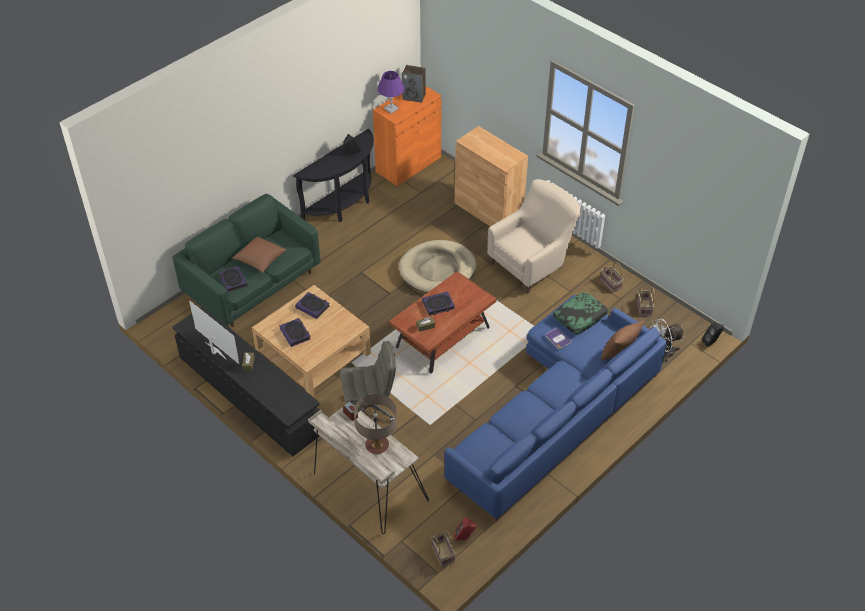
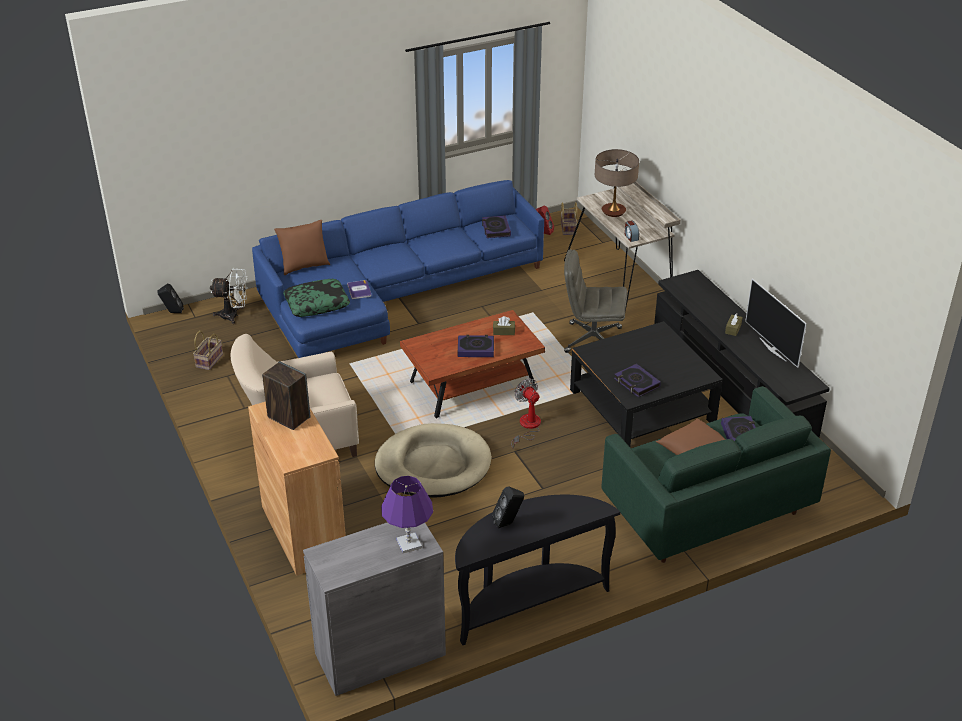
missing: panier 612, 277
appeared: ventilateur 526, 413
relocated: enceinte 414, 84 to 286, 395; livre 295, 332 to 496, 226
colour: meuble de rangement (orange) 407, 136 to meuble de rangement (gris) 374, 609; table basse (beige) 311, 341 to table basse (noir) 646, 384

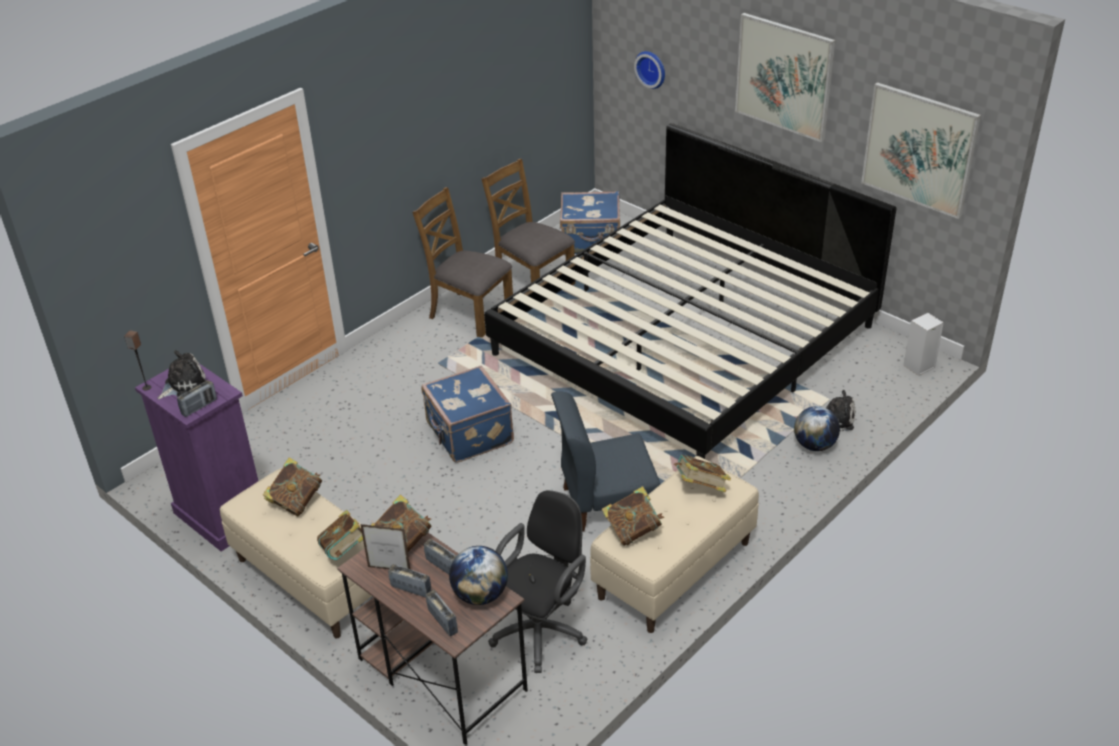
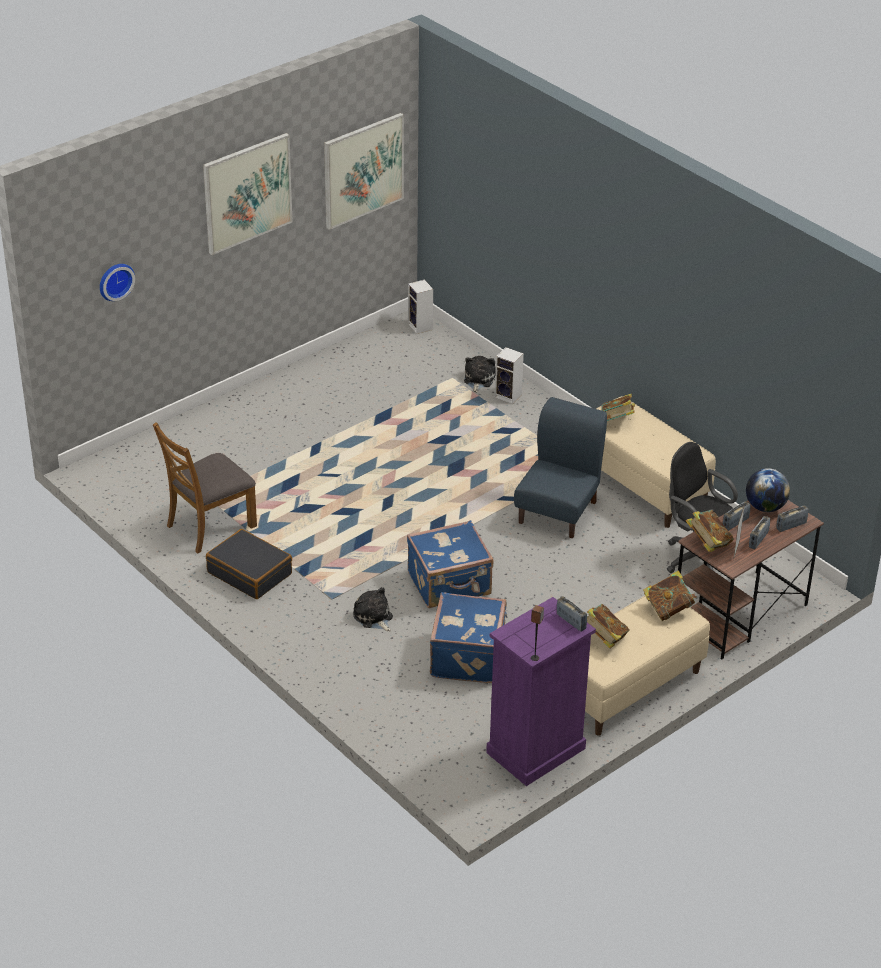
missing: lit 690, 291; livre 633, 516
relocated: peluche 182, 375 to 373, 609; valise (bleu) 590, 223 to 469, 637
exchanged: chaise (marron) 462, 262 to valise (noir) 249, 564; globe 817, 428 to enceinte 509, 375
spun: chaise (bleu) 605, 462 = 560, 467 150 degrees counterclockwise

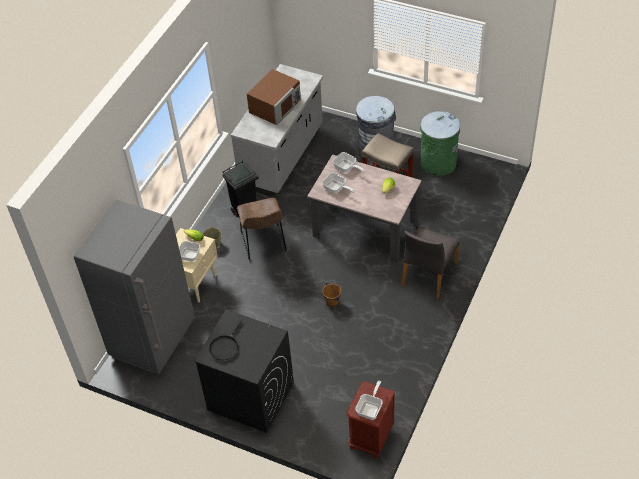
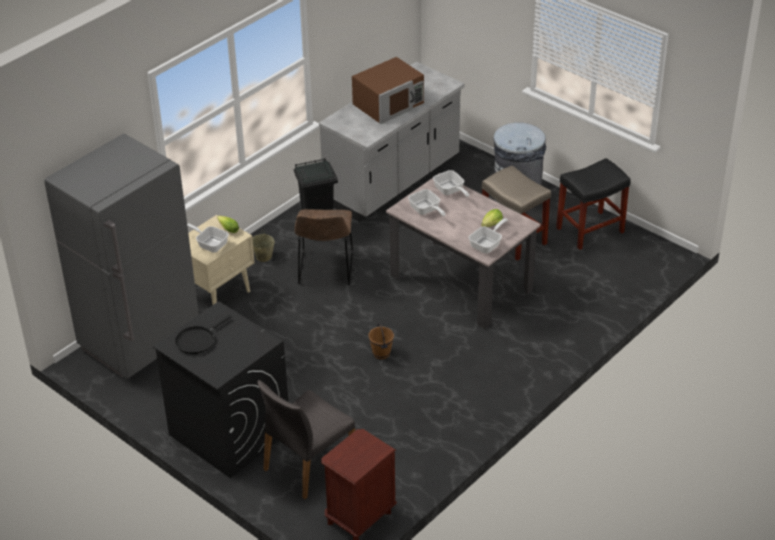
relocated: chaise (gris) 430, 262 to 306, 439; poêle 369, 400 to 488, 236
exchanged: poubelle (vert) 440, 143 to tabouret (noir) 593, 204

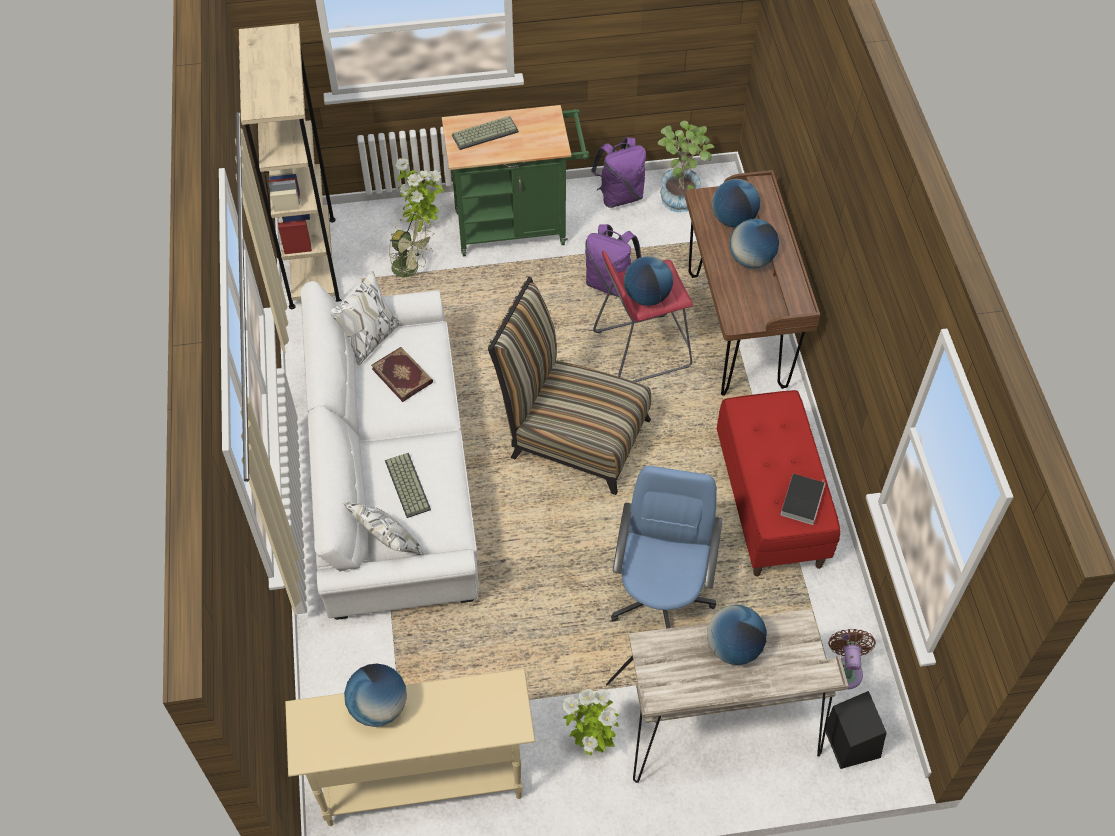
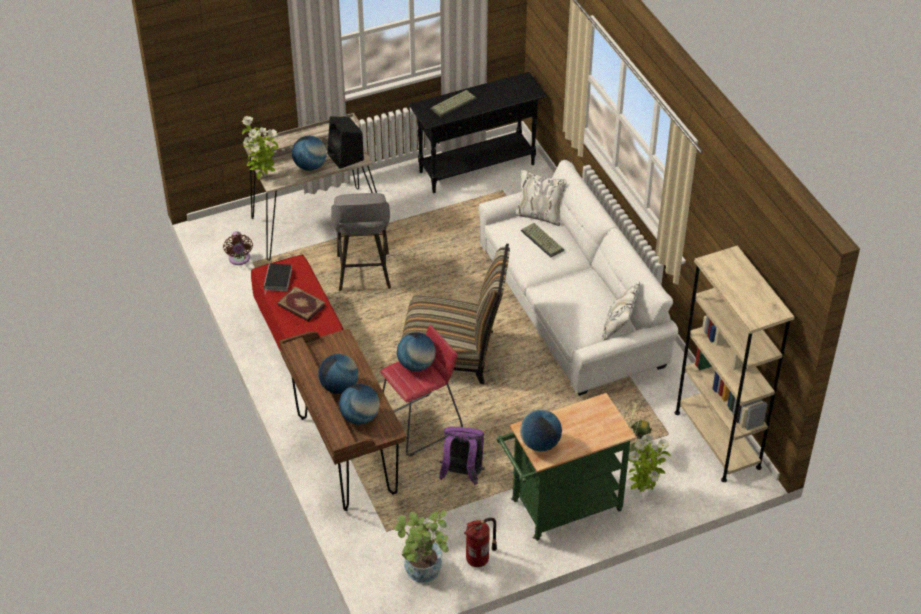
relocated: plante en pot 591, 722 to 260, 148; livre 402, 374 to 301, 304; enceinte (noir) 856, 730 to 345, 142; clavier 485, 133 to 453, 103; globe 375, 695 to 541, 430
exchanged: chaise de bureau (bleu) 667, 547 to tabouret (gris) 361, 242; sac à dos (violet) 618, 172 to extincteur 480, 542
colour: table console (beige) 410, 747 to table console (noir) 478, 132

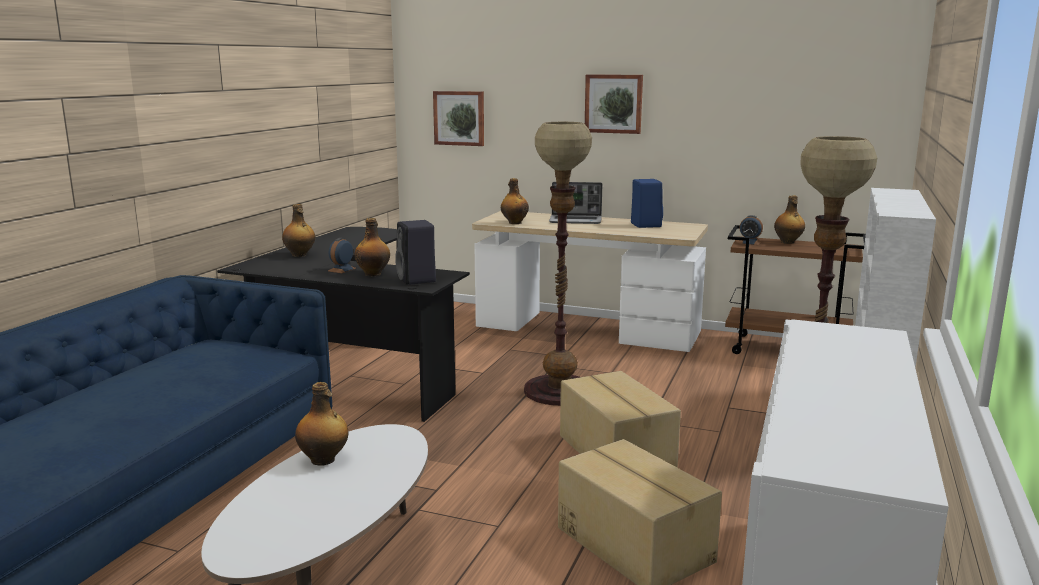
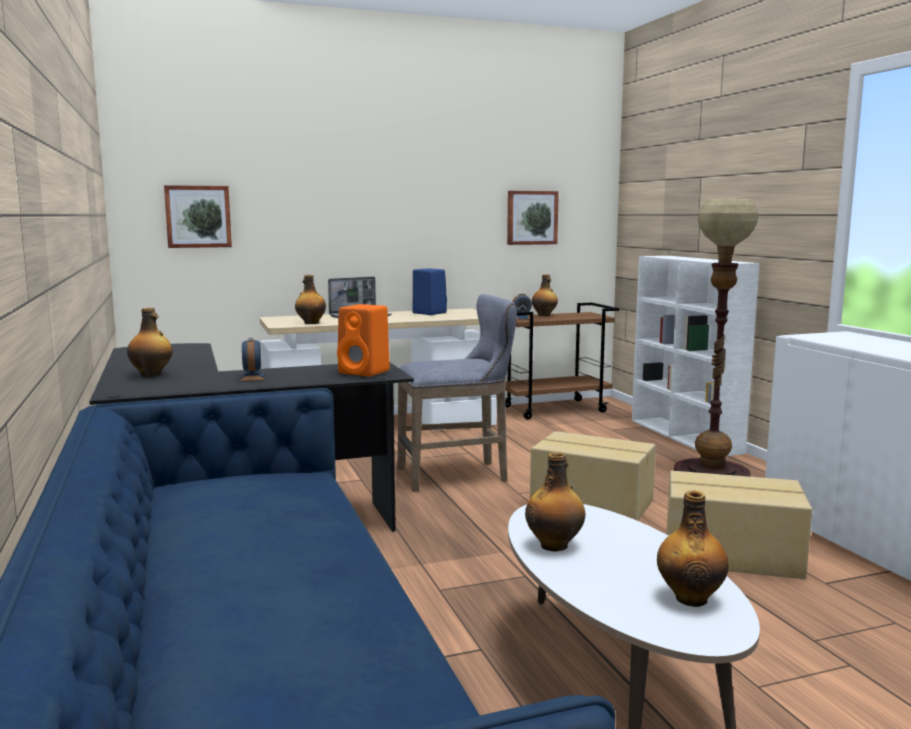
relocated: tableau 614, 104 to 533, 218; bouteille 372, 247 to 693, 549
exchanged: lampadaire 558, 264 to tabouret (gris) 457, 393
colour: enceinte (noir) 415, 252 to enceinte (orange) 363, 340

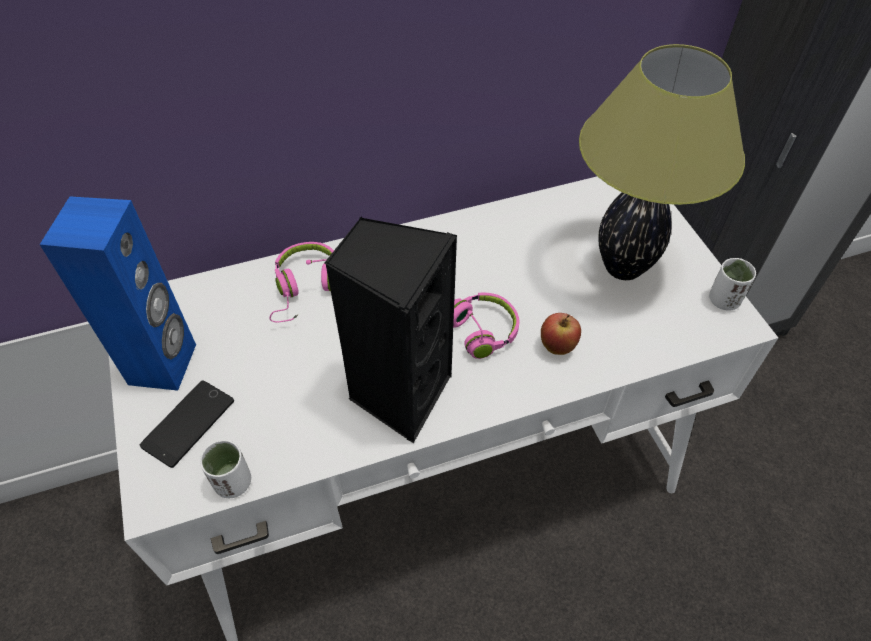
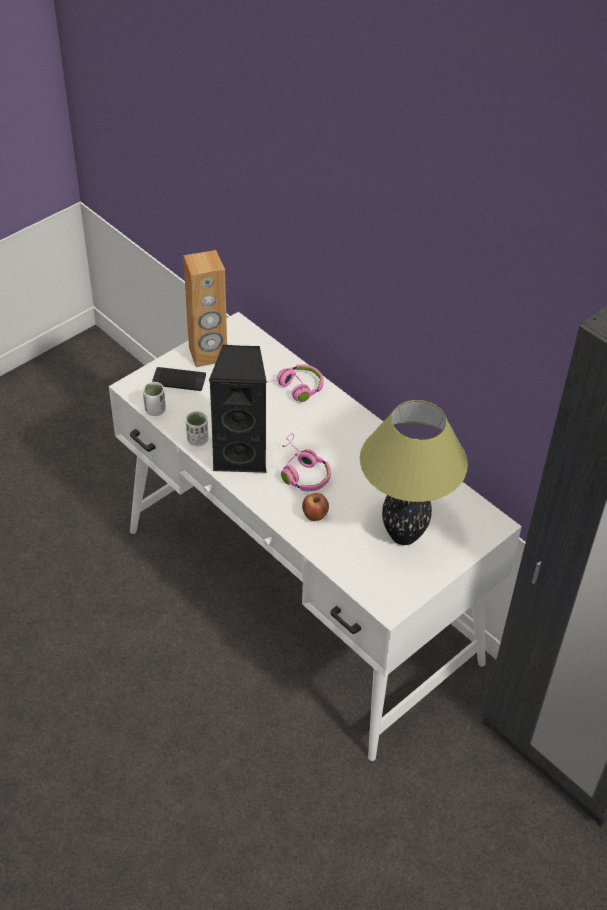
relocated: tasse (blanc) 732, 284 to 197, 428
colour: enceinte (bleu) 118, 293 to enceinte (marron) 205, 308

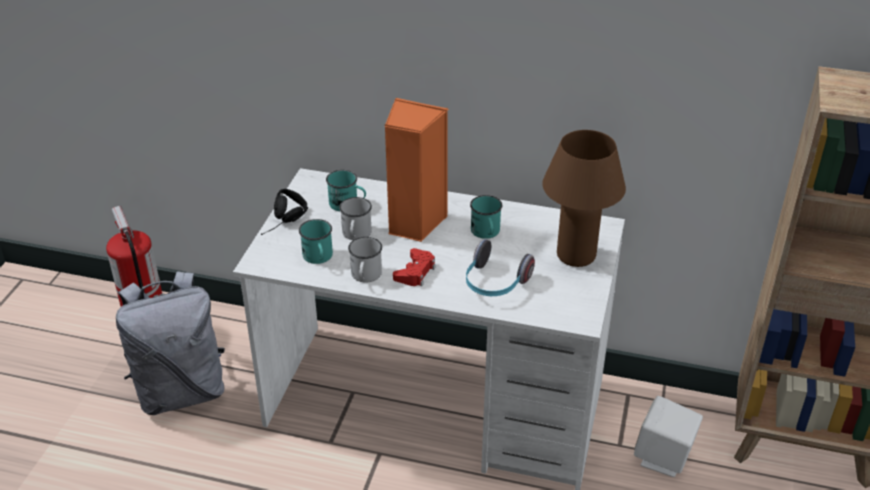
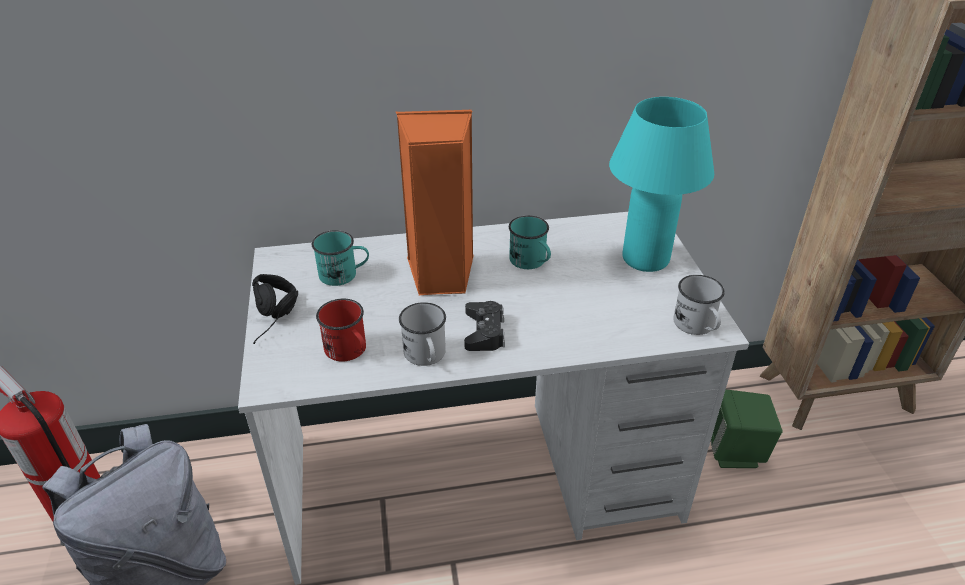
missing: casque audio 500, 267
relocated: mug (blanc) 355, 218 to 699, 305
colour: mug (turquoise) 316, 241 to mug (rouge) 341, 330; manette (rouge) 414, 267 to manette (noir) 484, 326; lampe de table (marron) 584, 198 to lampe de table (turquoise) 661, 184; enceinte (blanc) 668, 436 to enceinte (vert) 746, 429

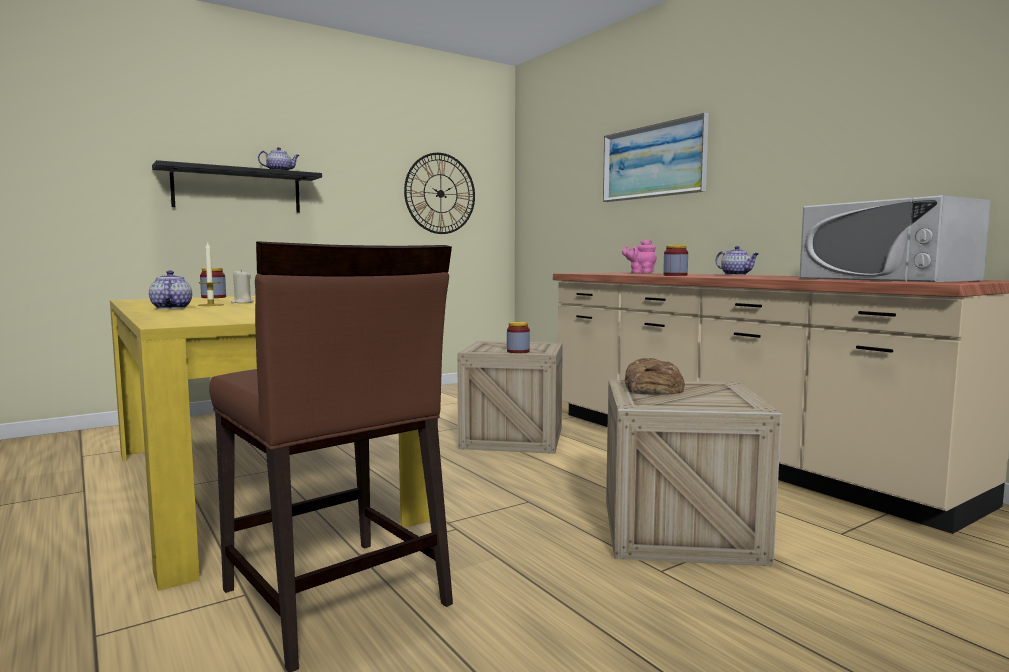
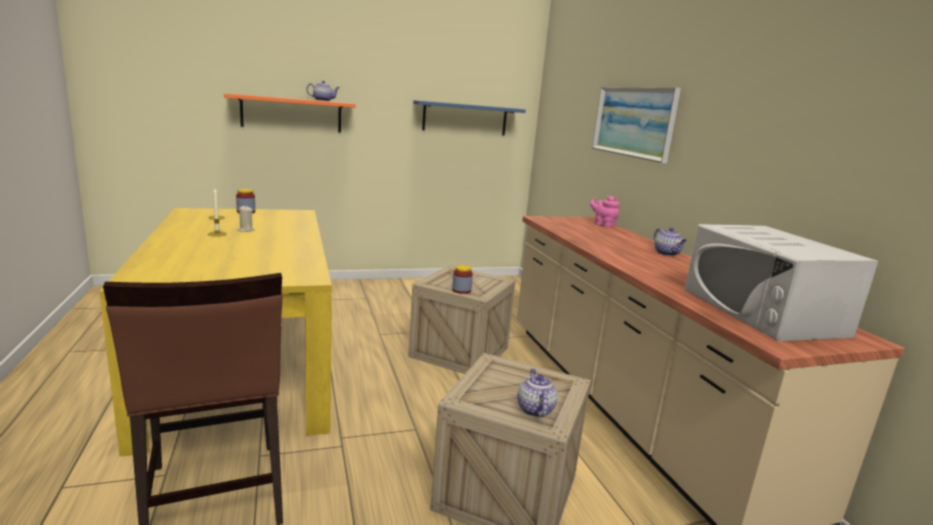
missing: pain 655, 376; bocal 675, 260
relocated: théière 170, 290 to 537, 393
exchanged: horloge murale 439, 193 to étagère (bleu) 469, 117
colour: étagère (noir) 237, 186 to étagère (orange) 289, 113

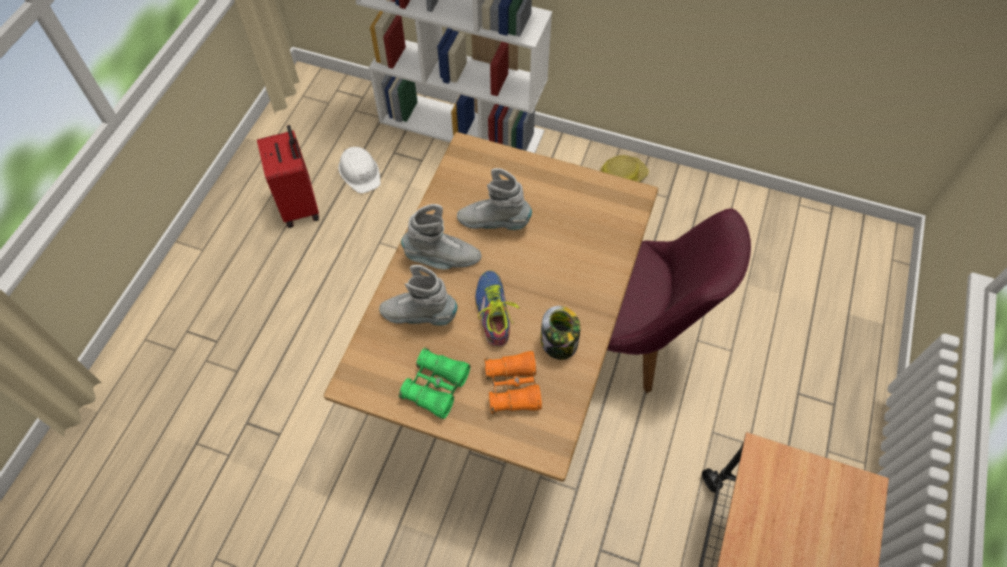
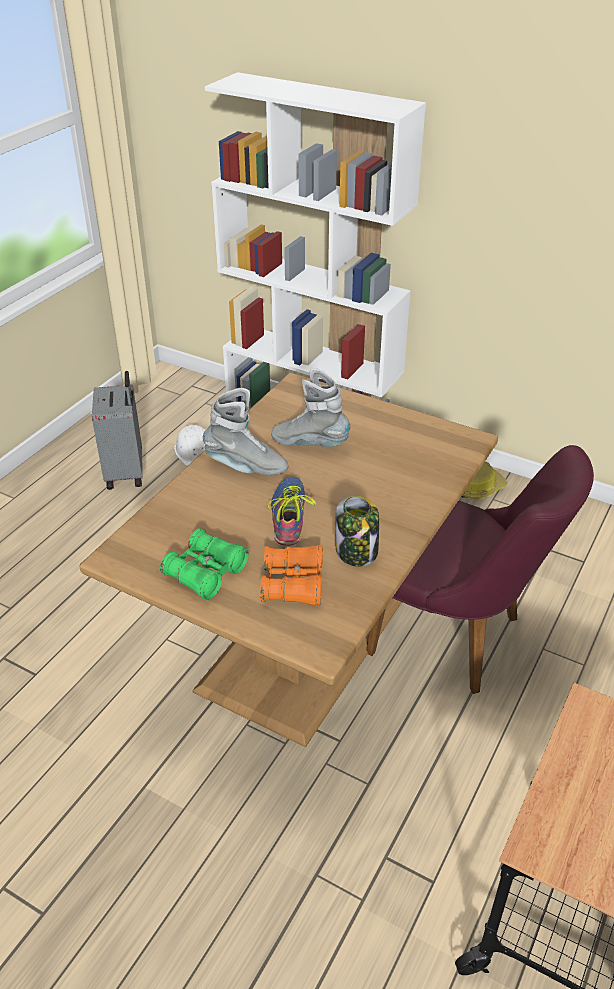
missing: botte (gris) 418, 295
colour: valise (rouge) 288, 176 to valise (gris) 117, 430

